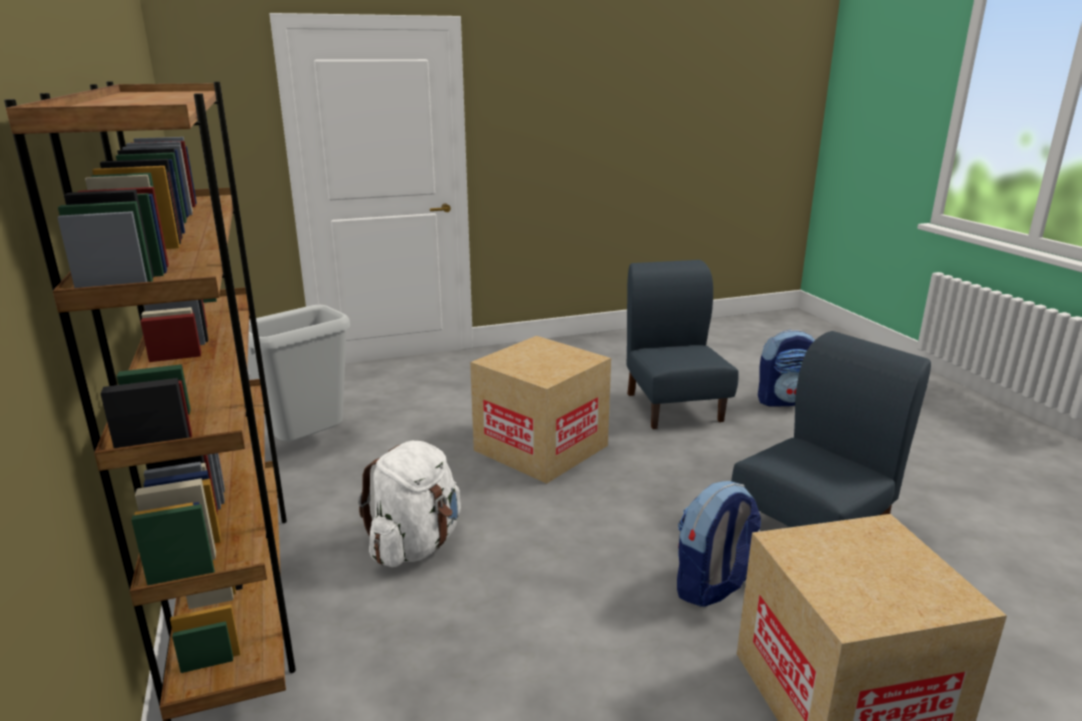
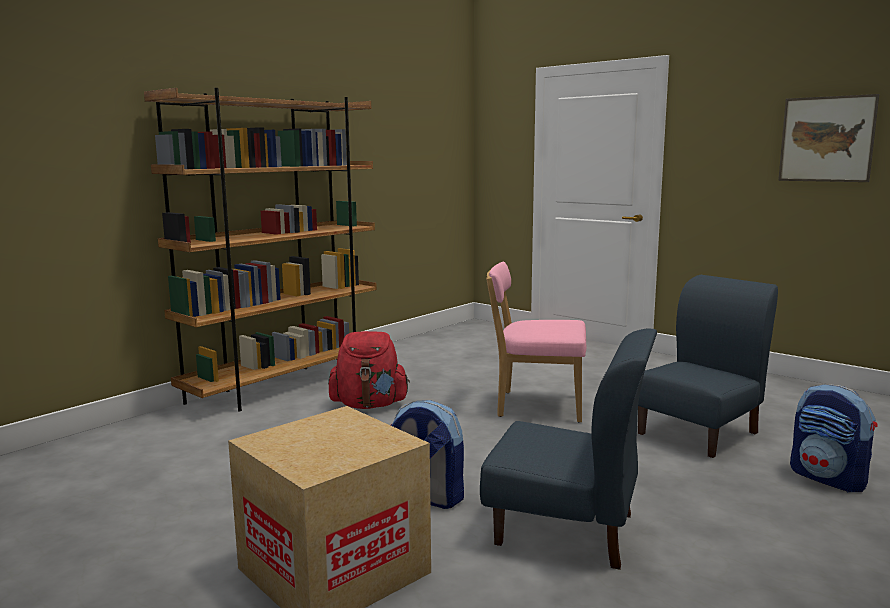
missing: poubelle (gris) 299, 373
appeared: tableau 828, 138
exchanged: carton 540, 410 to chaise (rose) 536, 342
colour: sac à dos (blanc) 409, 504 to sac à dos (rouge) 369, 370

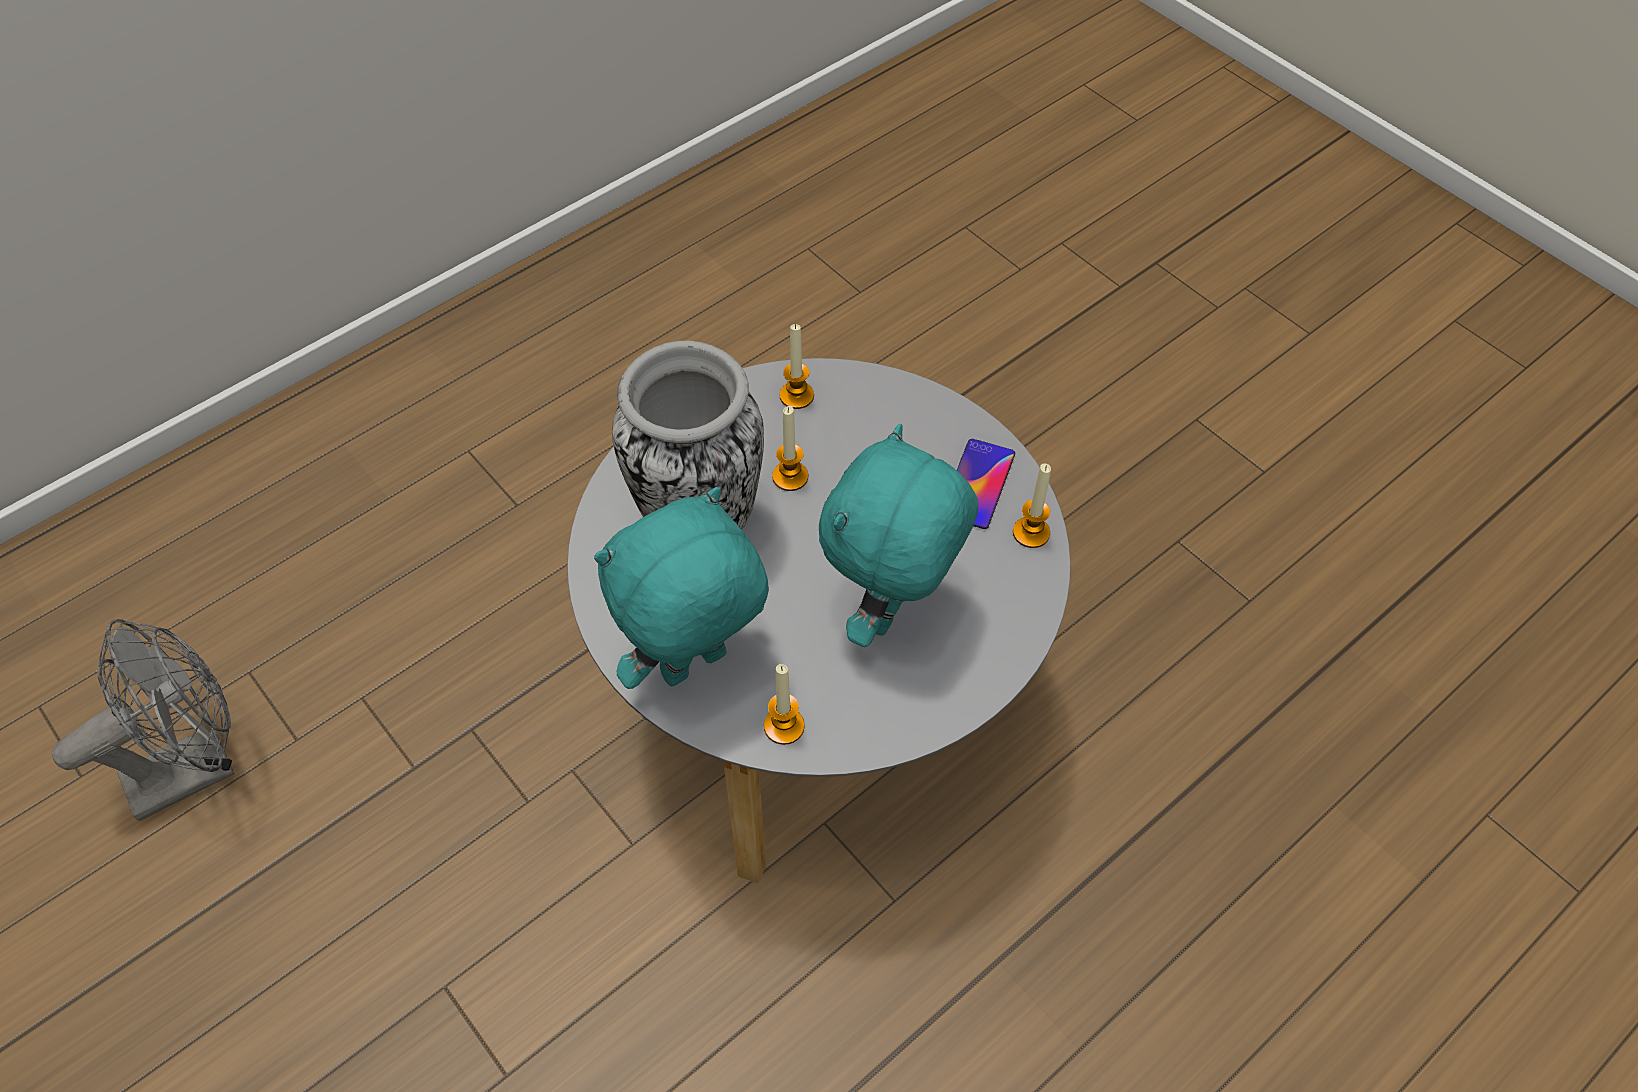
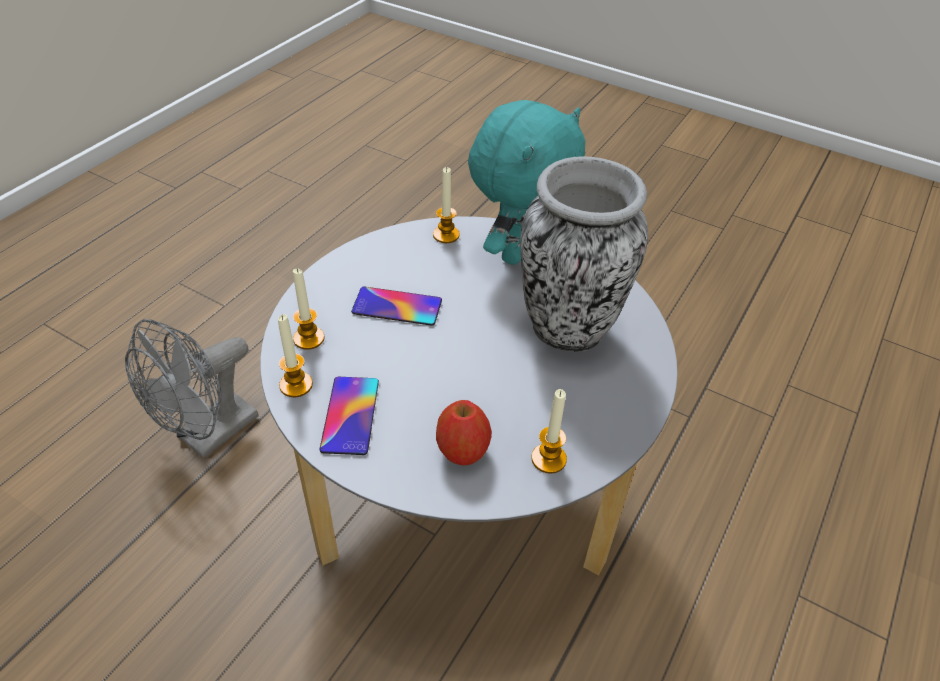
appeared: pomme 464, 433
relocated: ventilateur (gris) 143, 720 to 192, 388; bougie 790, 448 to 309, 309
exchanged: peluche (turquoise) 898, 535 to téléphone 396, 306

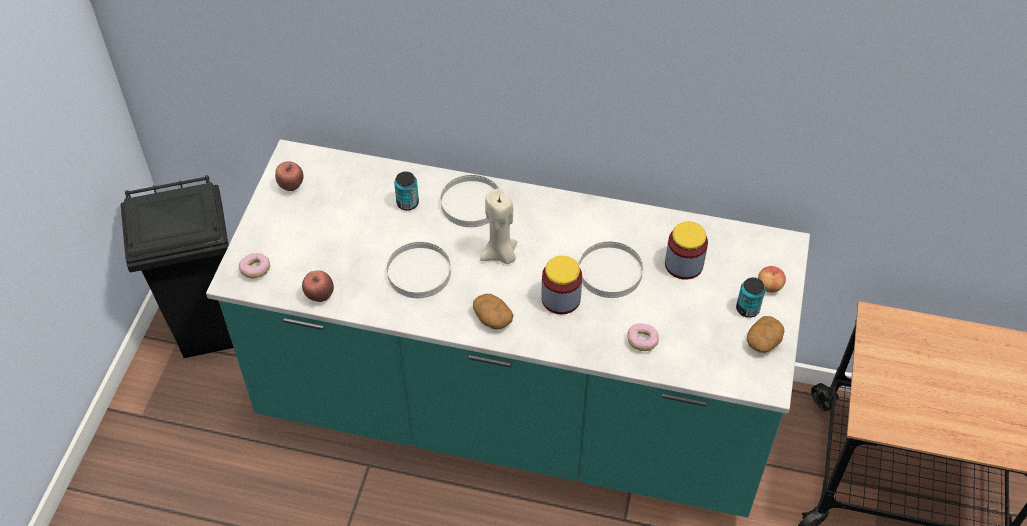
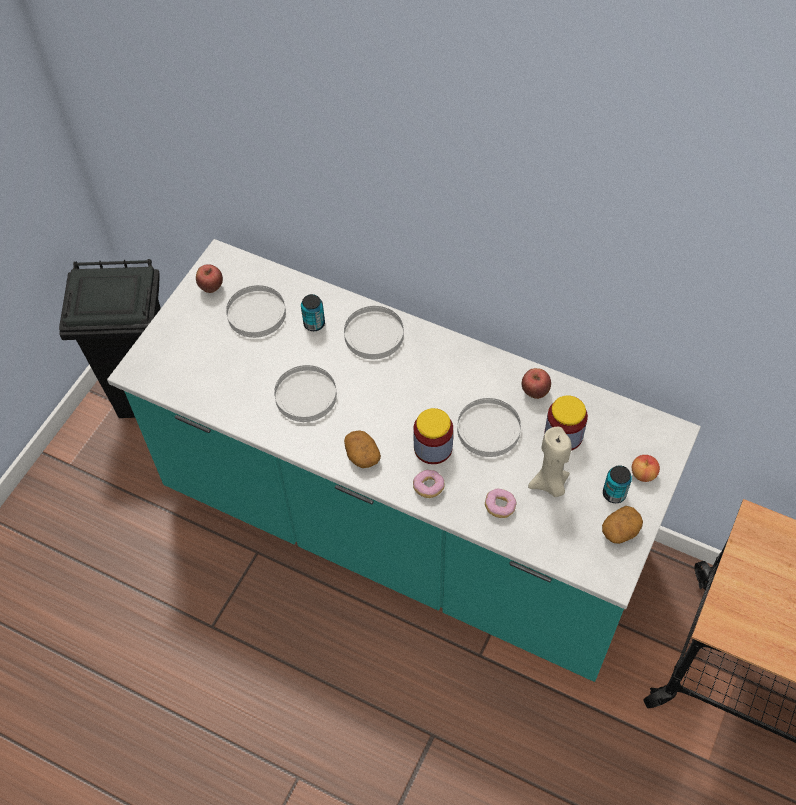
appeared: assiette (blanc) 256, 311
relocated: beignet 254, 266 to 429, 484; pomme 318, 286 to 536, 383; bougie (beige) 498, 226 to 550, 462

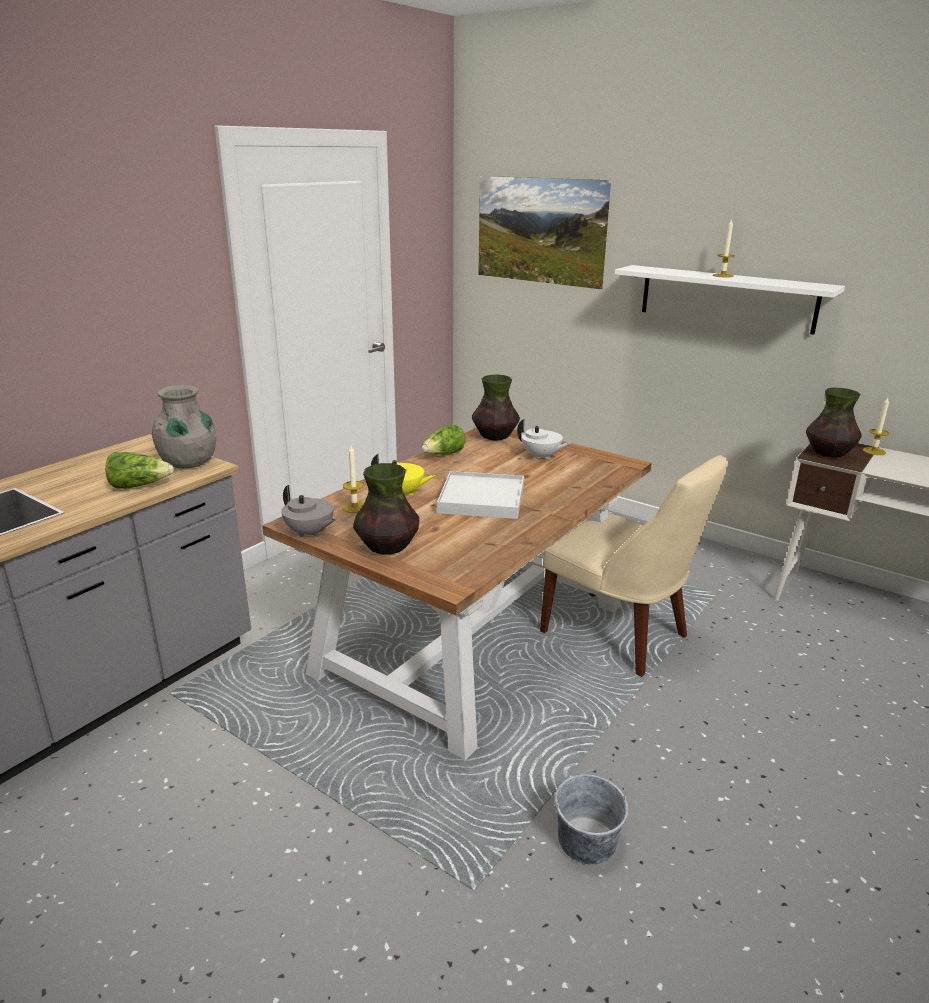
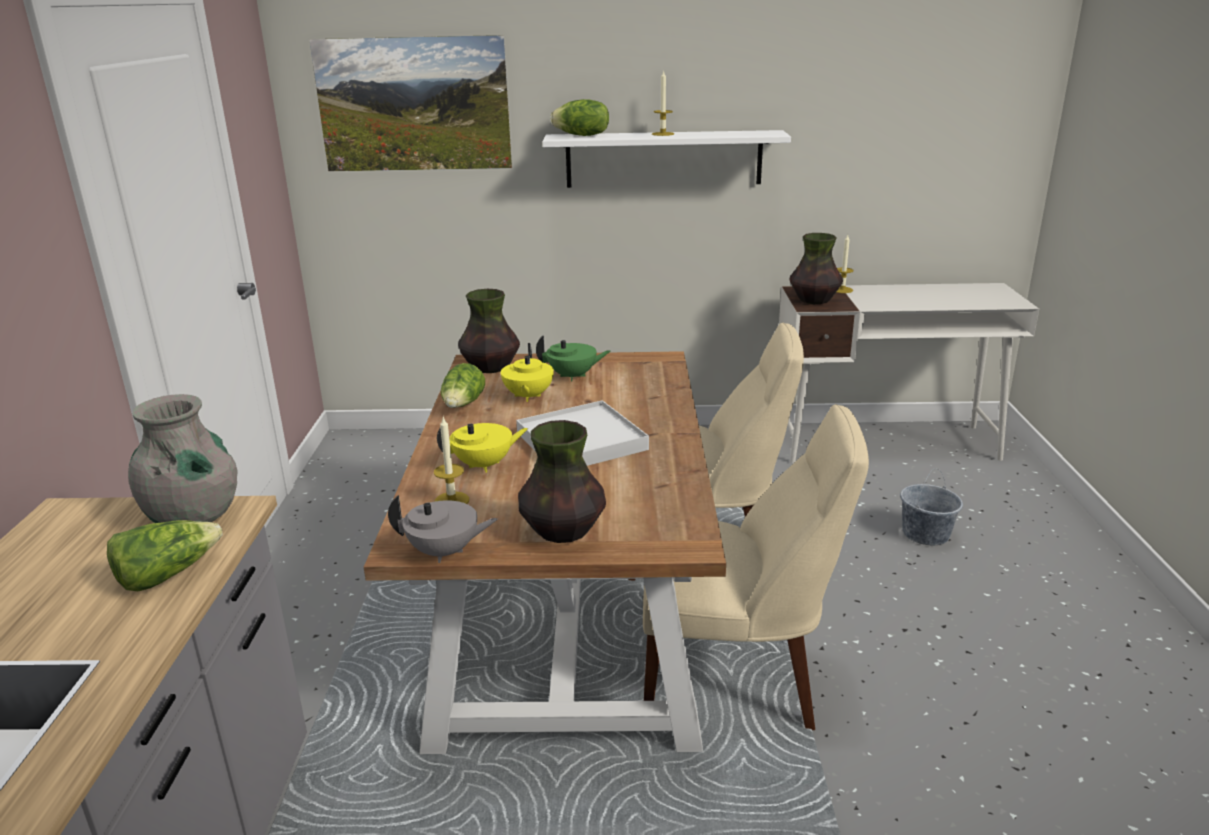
appeared: théière (jaune) 527, 372; laitue 579, 117; chaise (beige) 756, 567
relocated: seau (gris) 591, 817 to 931, 506
colour: théière (blanc) 544, 439 to théière (vert) 573, 358

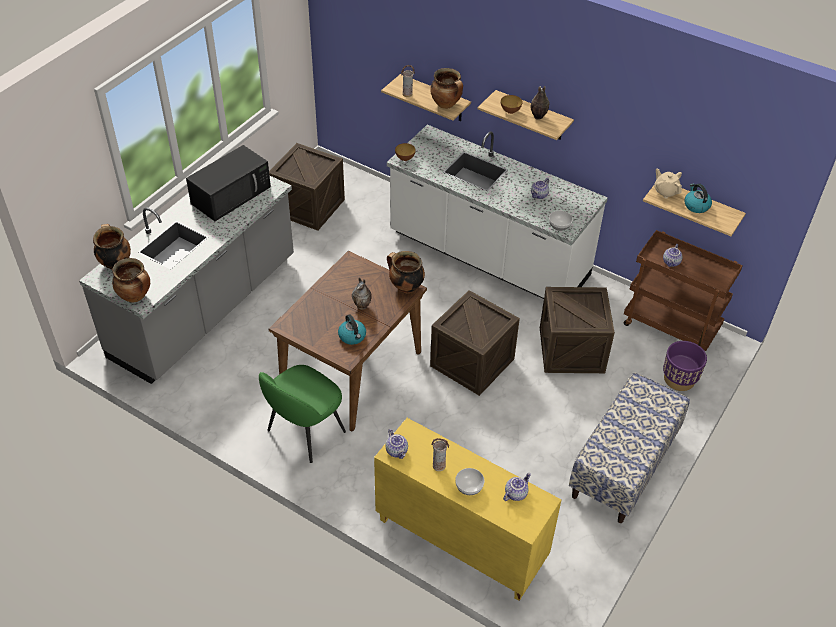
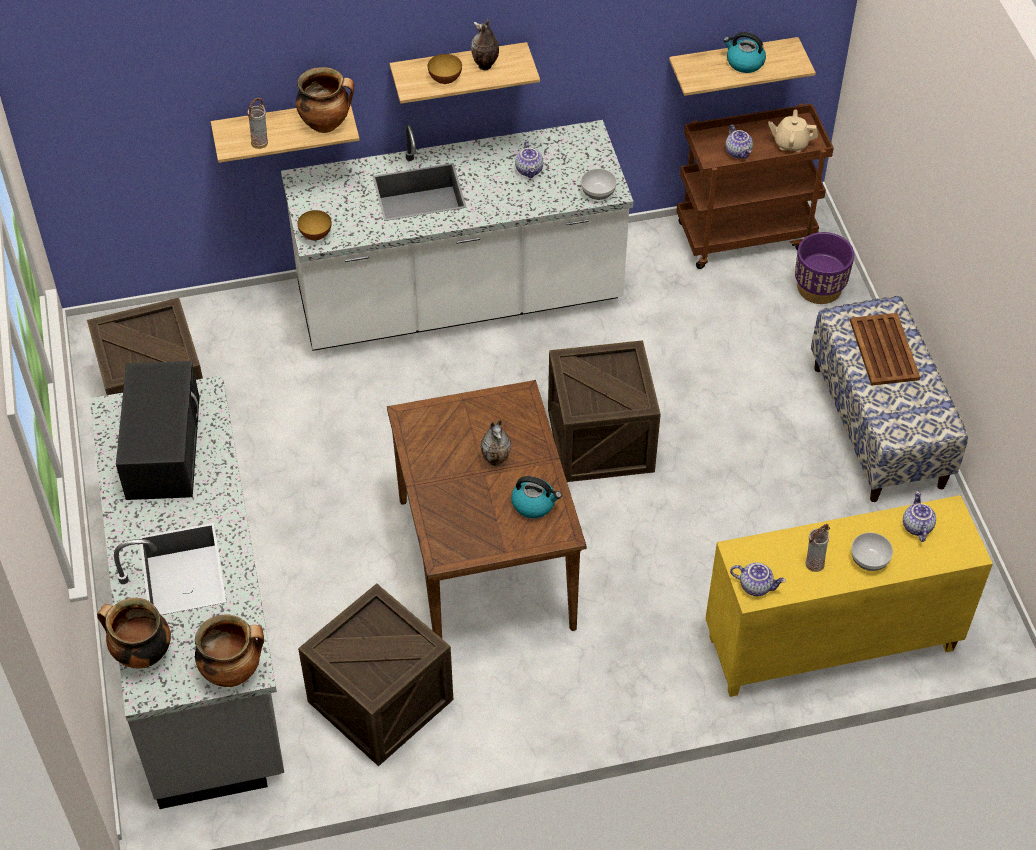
missing: chaise (vert) 302, 414; marmite 406, 272
appeared: plateau (marron) 885, 349
relocated: caisse 577, 330 to 375, 674; théière (beige) 668, 183 to 793, 130

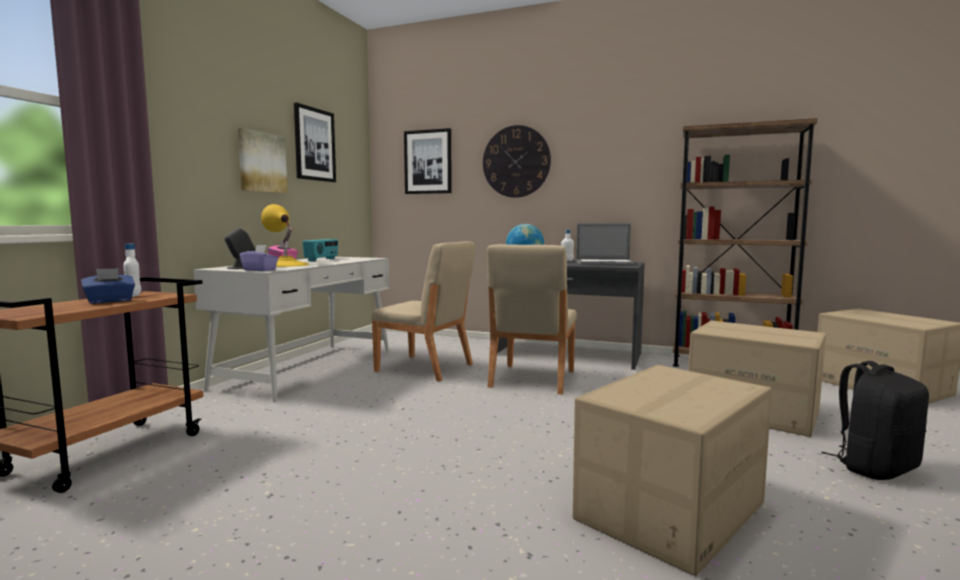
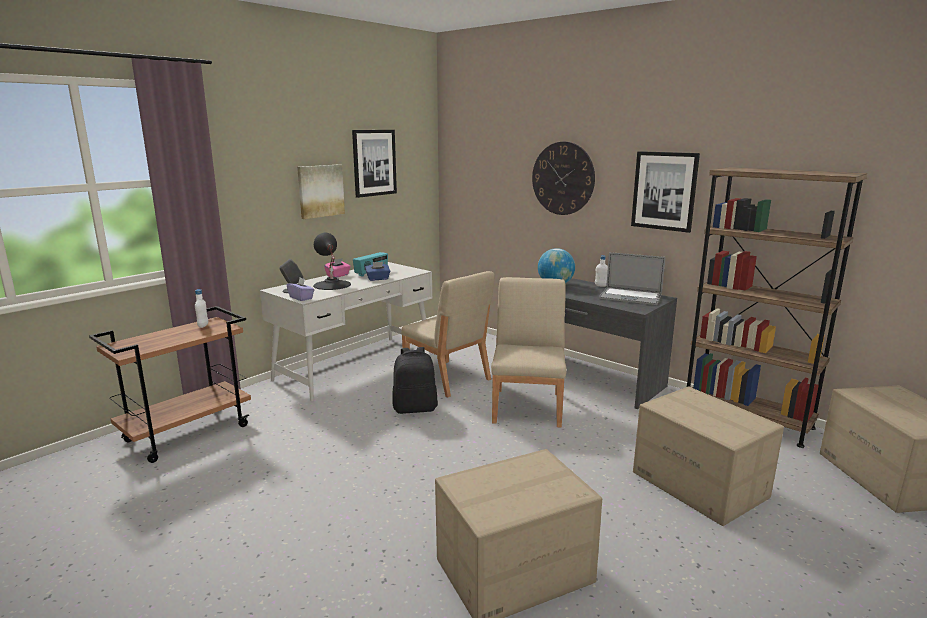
relocated: boîte à mouchoirs (bleu) 108, 285 to 377, 271; sac à dos (noir) 875, 420 to 415, 380; tableau 428, 161 to 665, 192
colour: lampe de table (jaune) 285, 235 to lampe de table (noir) 332, 261
spun: chaise (beige) 532, 319 = 529, 352 150 degrees clockwise

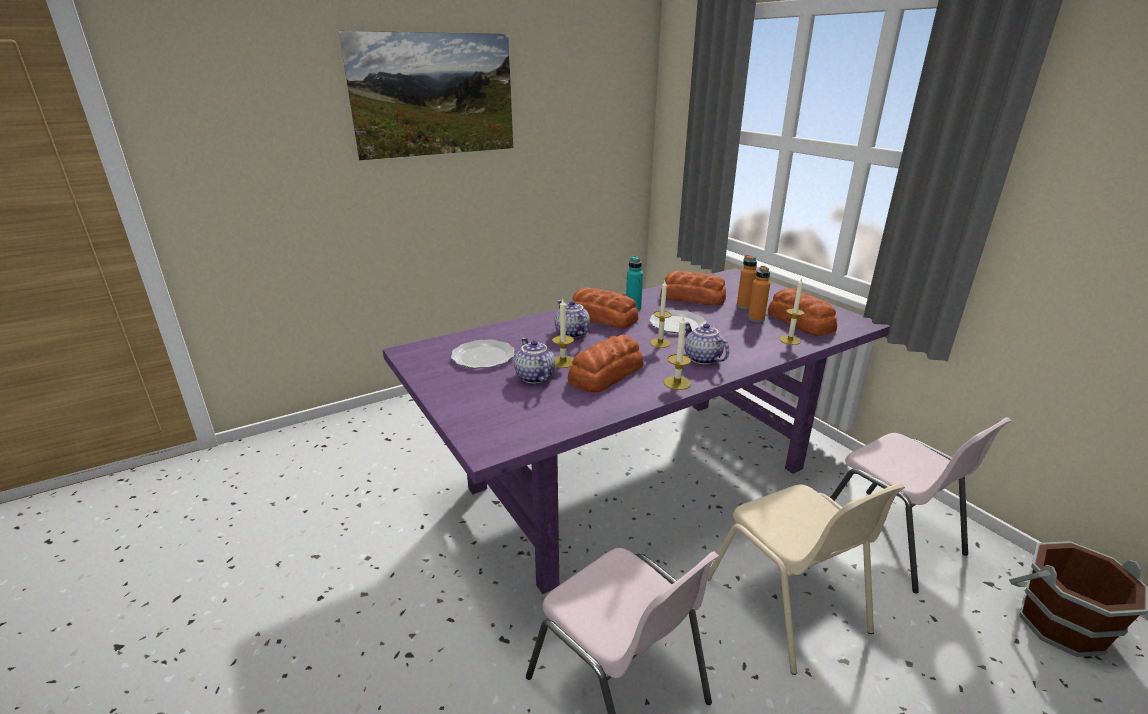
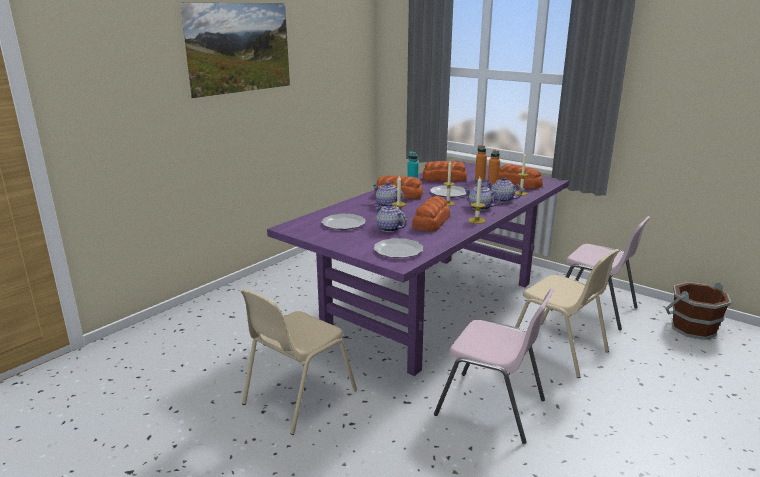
appeared: chaise (beige) 299, 362; assiette 398, 248; théière 503, 190

